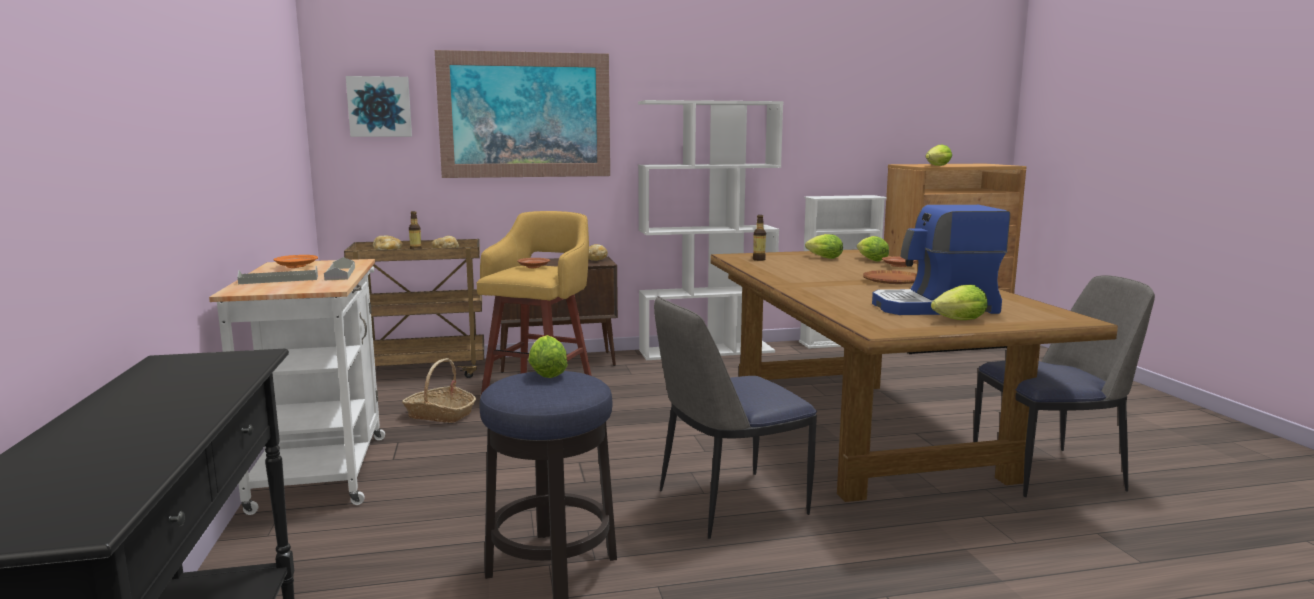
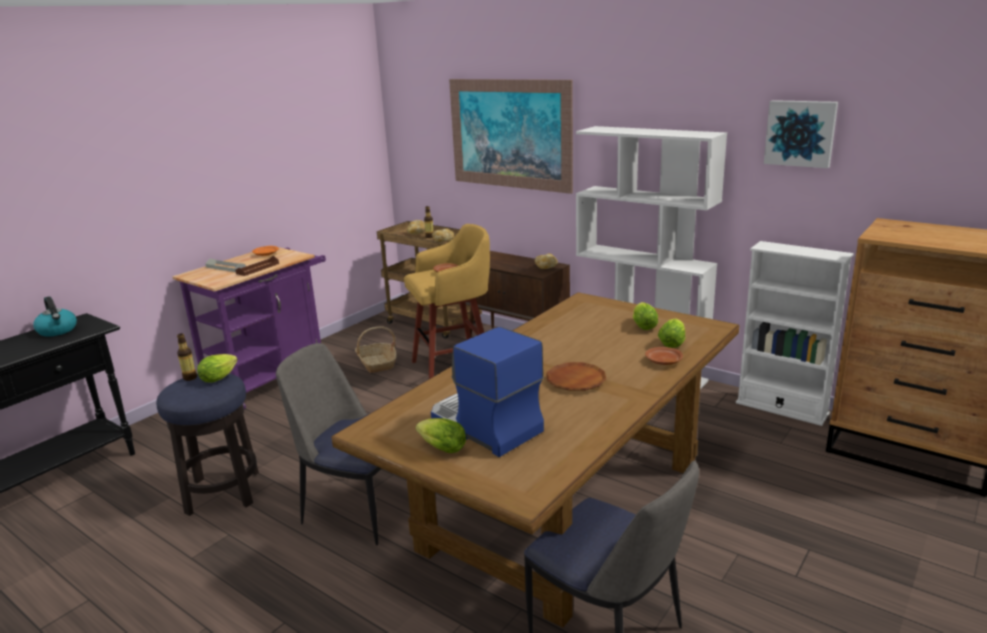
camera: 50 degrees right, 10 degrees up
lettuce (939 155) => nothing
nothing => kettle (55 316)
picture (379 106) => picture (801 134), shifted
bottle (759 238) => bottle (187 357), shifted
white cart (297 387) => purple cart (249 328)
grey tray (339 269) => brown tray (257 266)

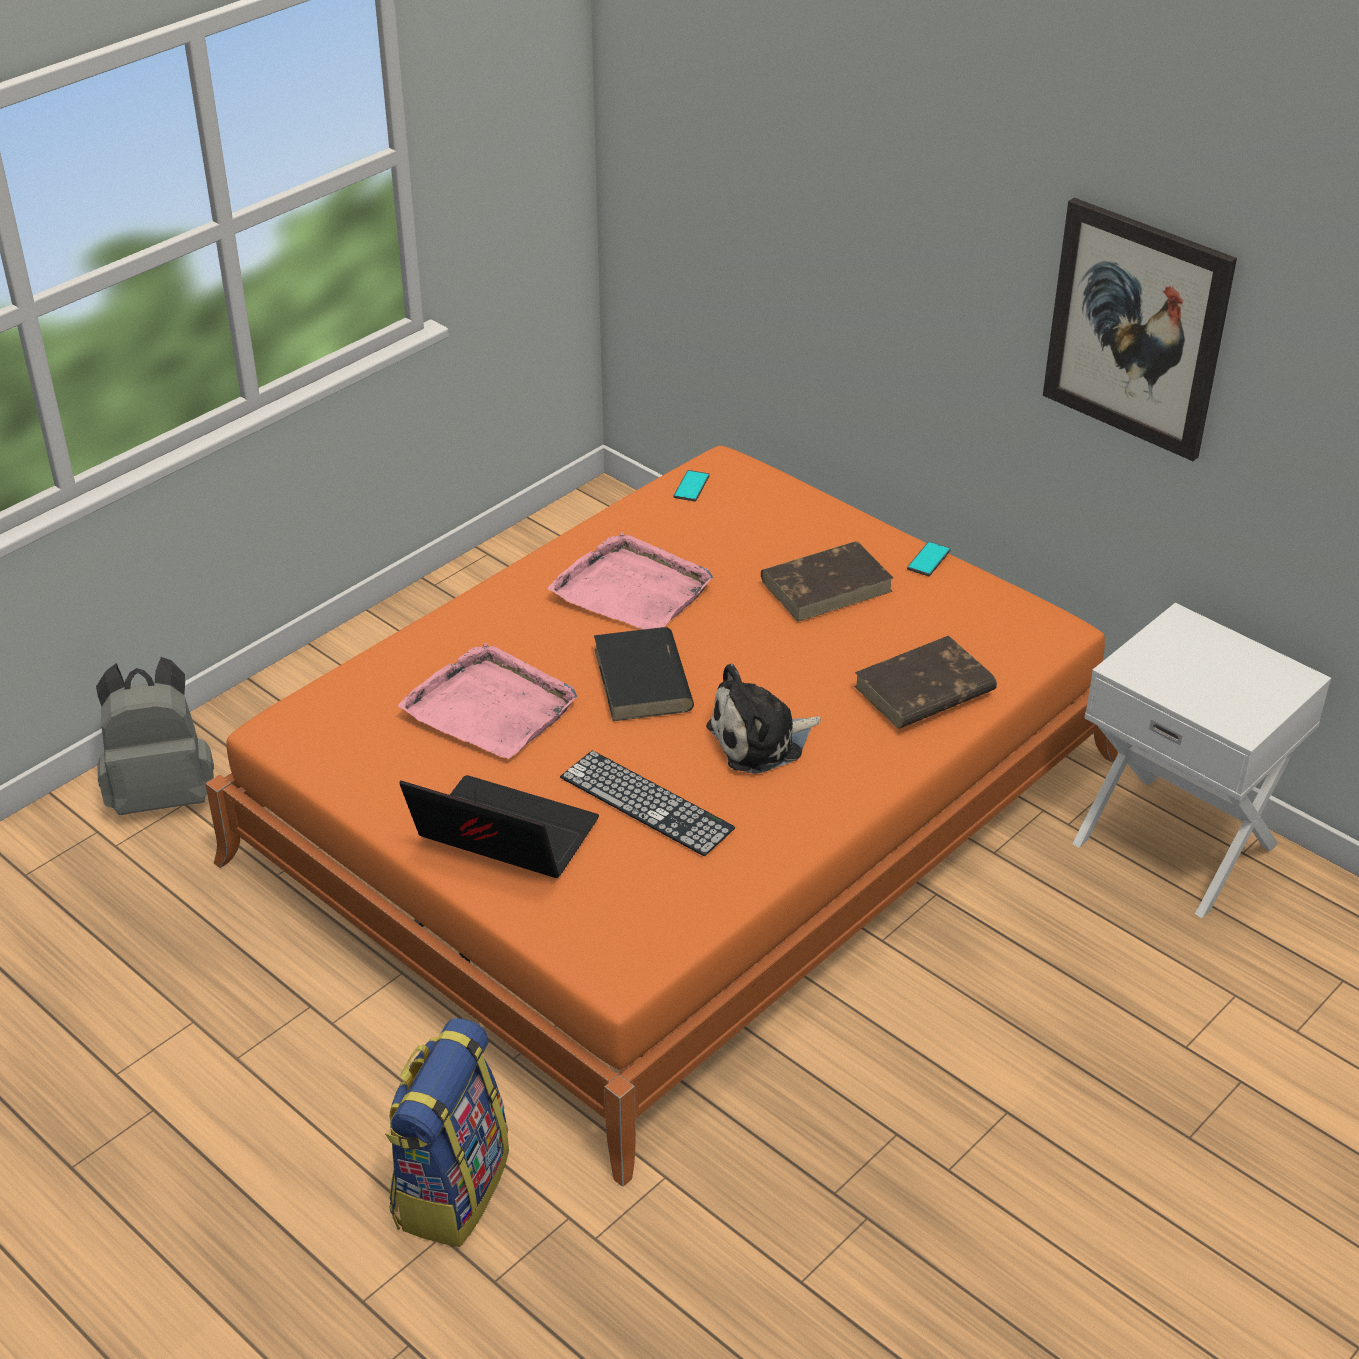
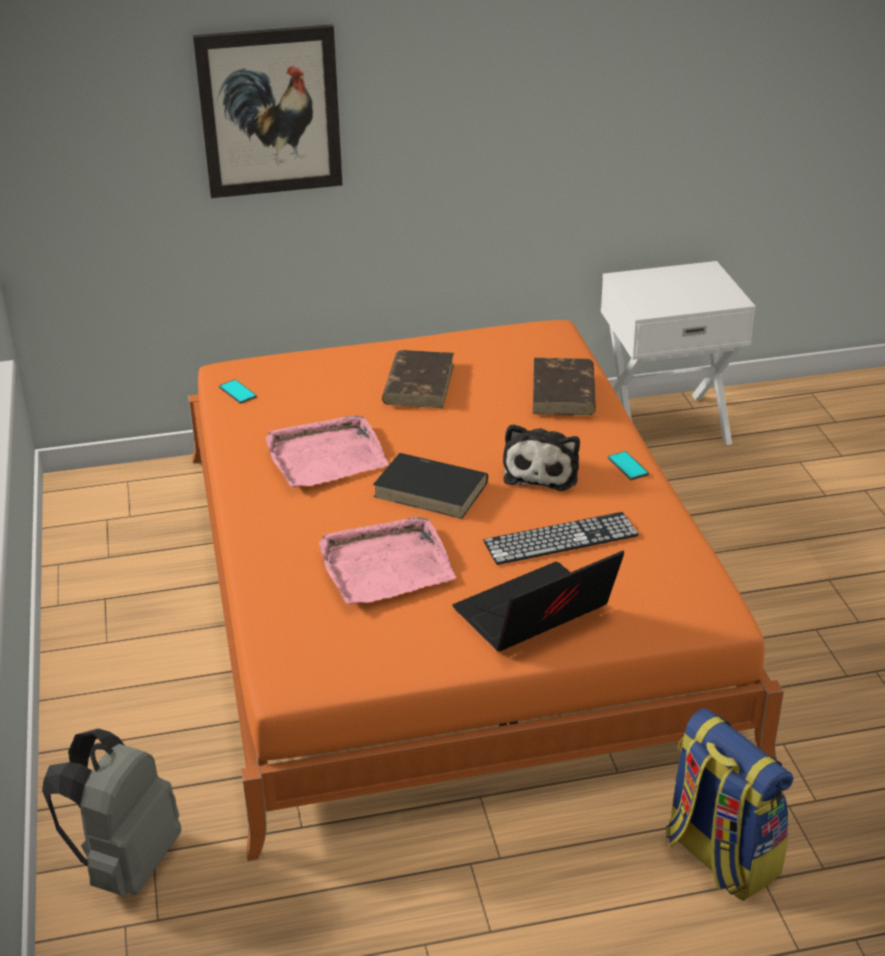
camera: 55 degrees left, 5 degrees down
phone (929 559) => phone (628 465), shifted
picture (1140 329) => picture (267 111), shifted

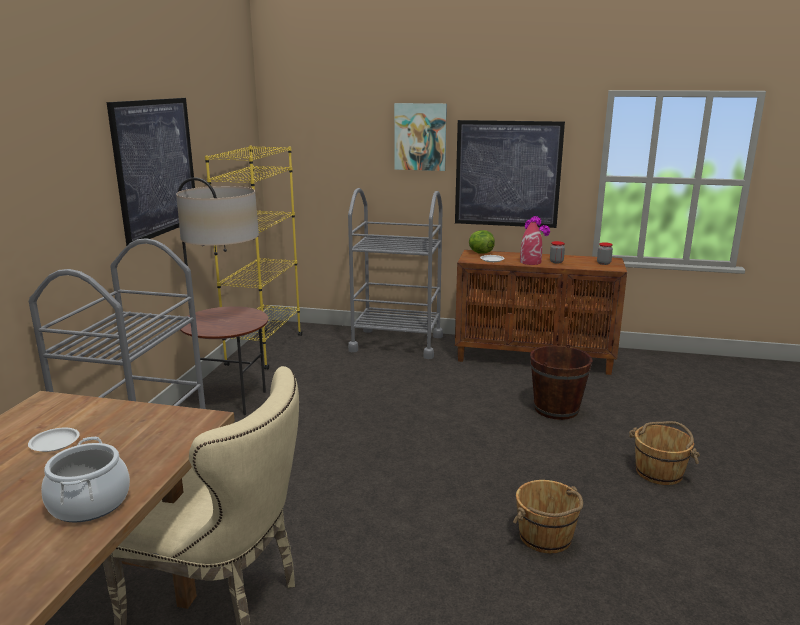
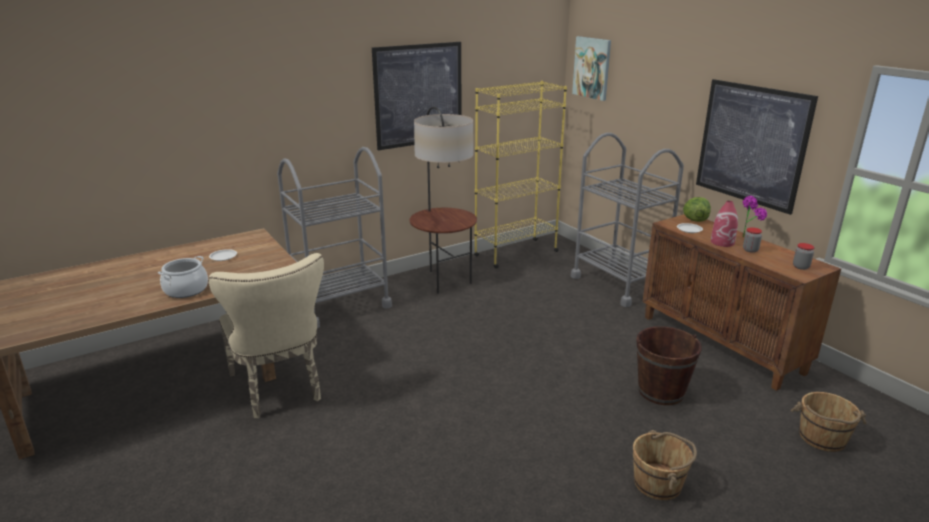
camera: 45 degrees right, 5 degrees up
picture (420 137) => picture (591 68), shifted
brown bucket (548 516) => brown bucket (828 422), shifted

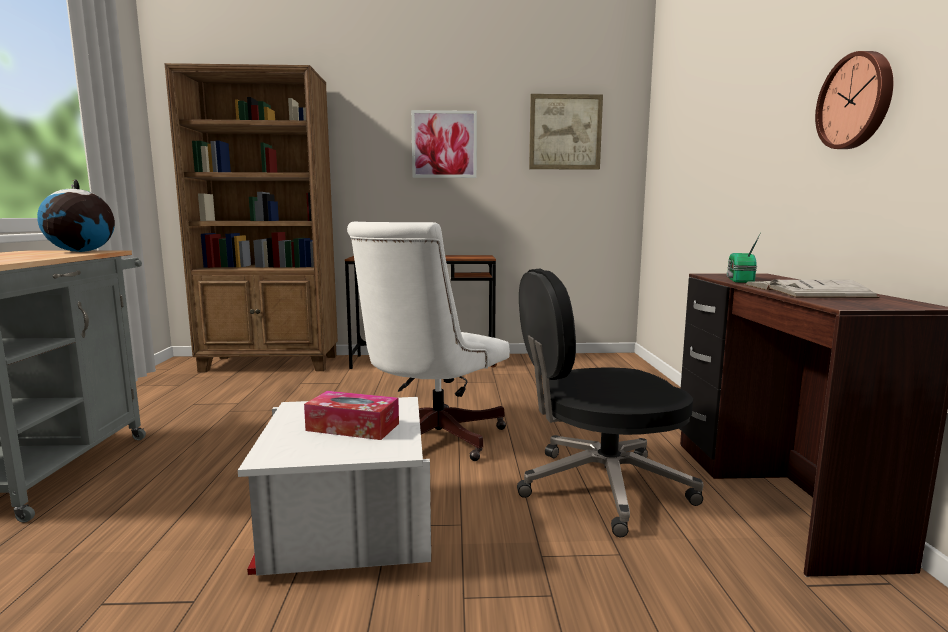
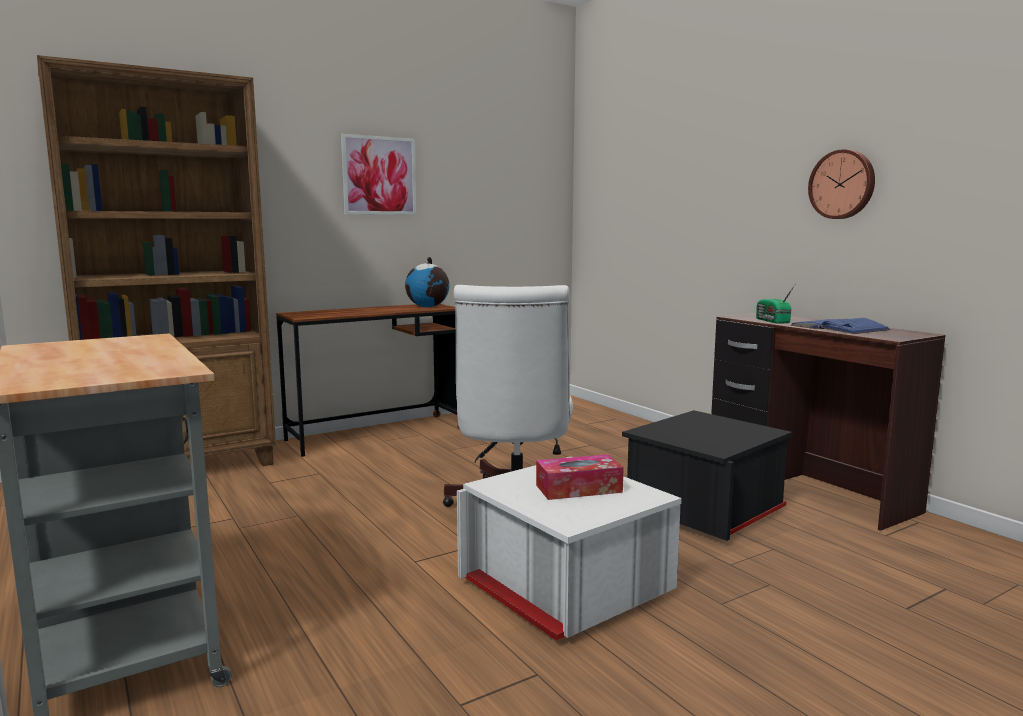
camera: 30 degrees left, 0 degrees up
picture (566 132) => nothing
globe (76 215) => globe (427 282), shifted
black office chair (610 402) => black storage box (707 475)
white book (812 289) => blue book (840 326)

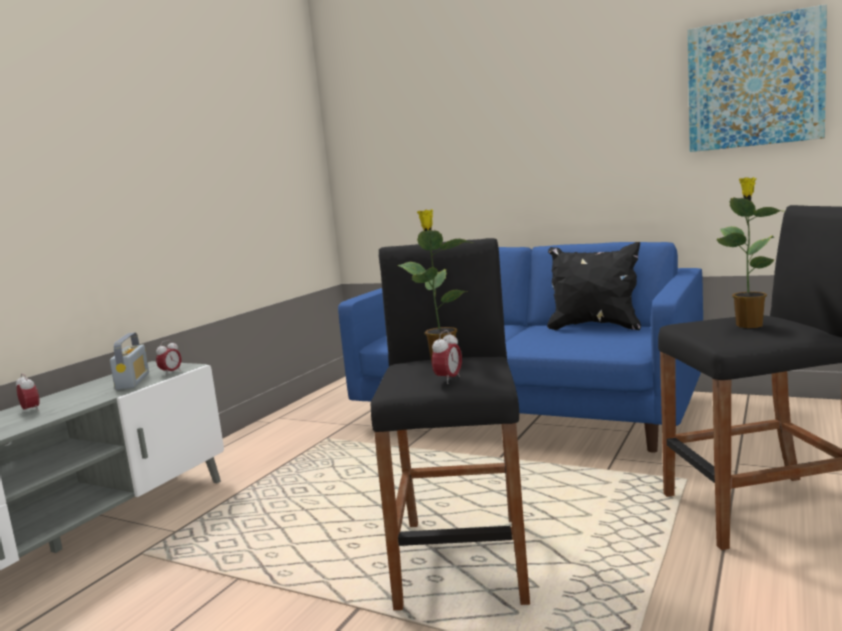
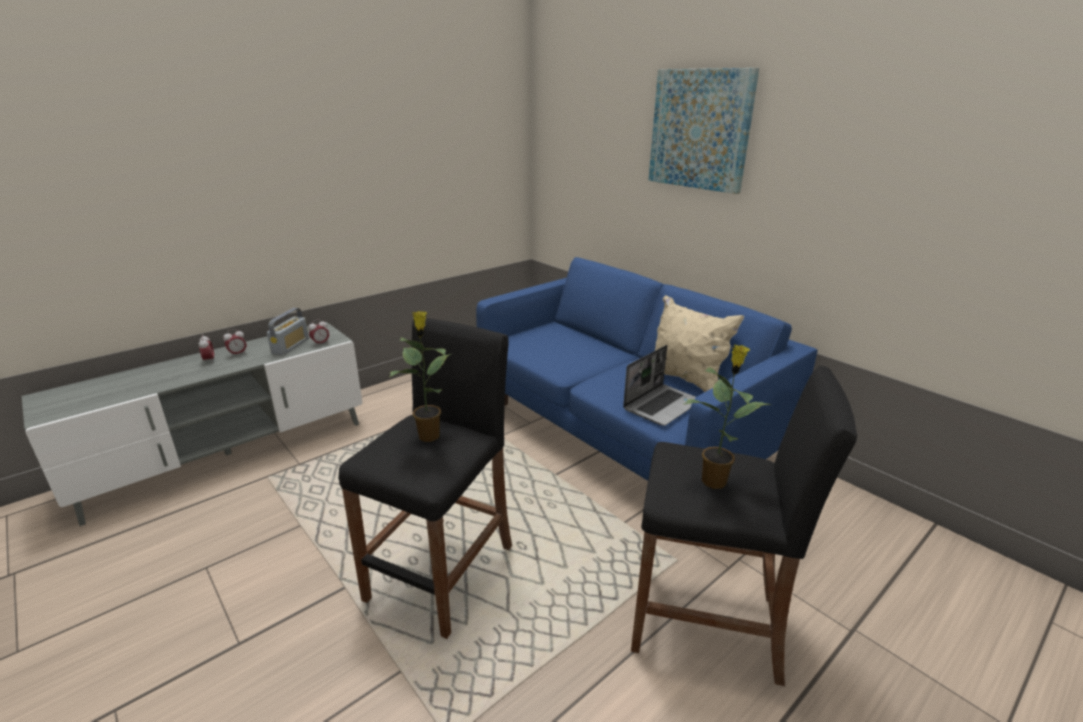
camera: 20 degrees right, 15 degrees up
nothing => laptop (659 385)
alarm clock (447 357) => alarm clock (234 343), shifted
picture (757 78) => picture (703 131), shifted
black pillow (594 286) => beige pillow (699 343)

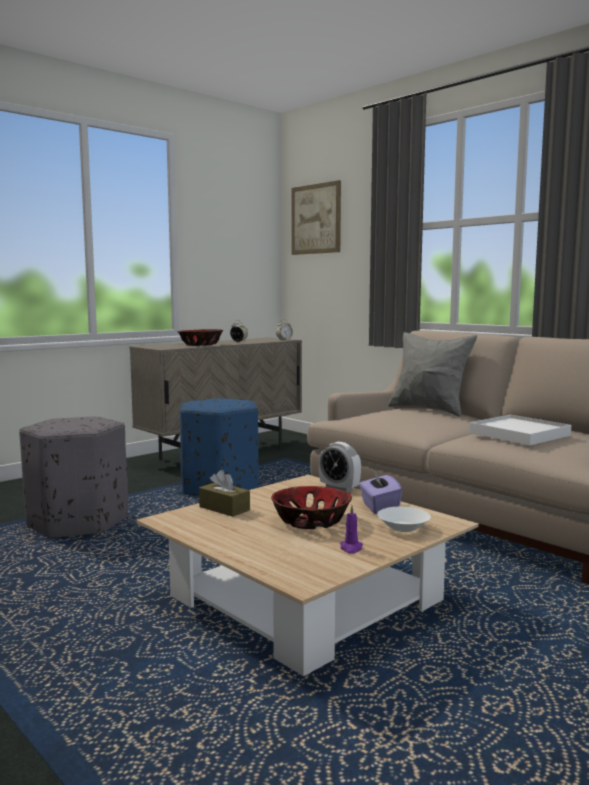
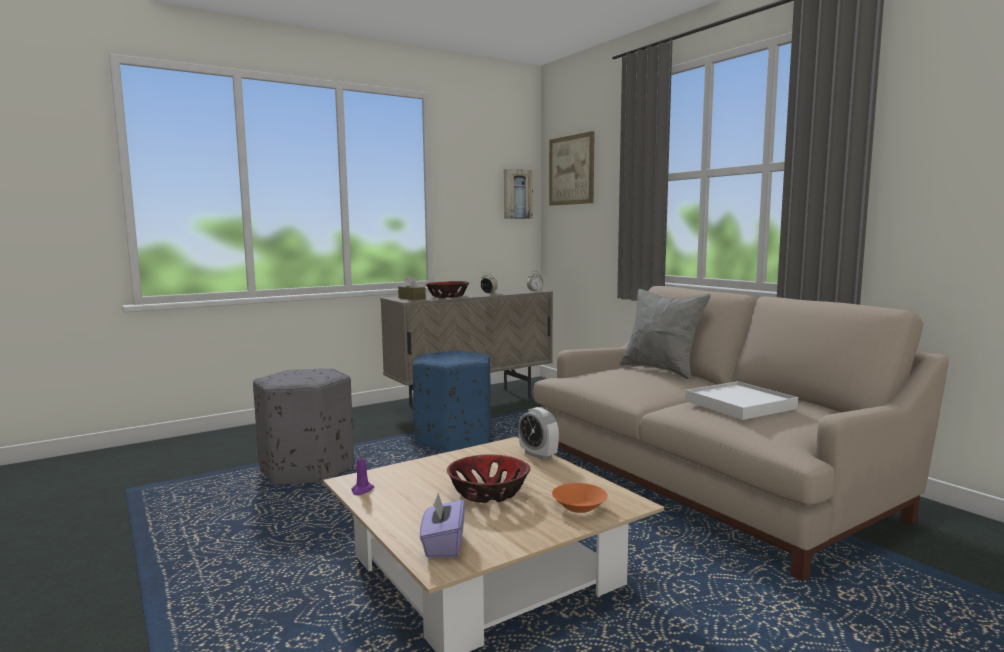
camera: 10 degrees right, 0 degrees up
nothing => picture (518 194)
brown tissue box (224 493) => brown tissue box (412 287), shifted
purple candle (351 529) => purple candle (362 473), shifted
purple tissue box (380 491) => purple tissue box (442 525), shifted
white bowl (404 519) => orange bowl (580 498)

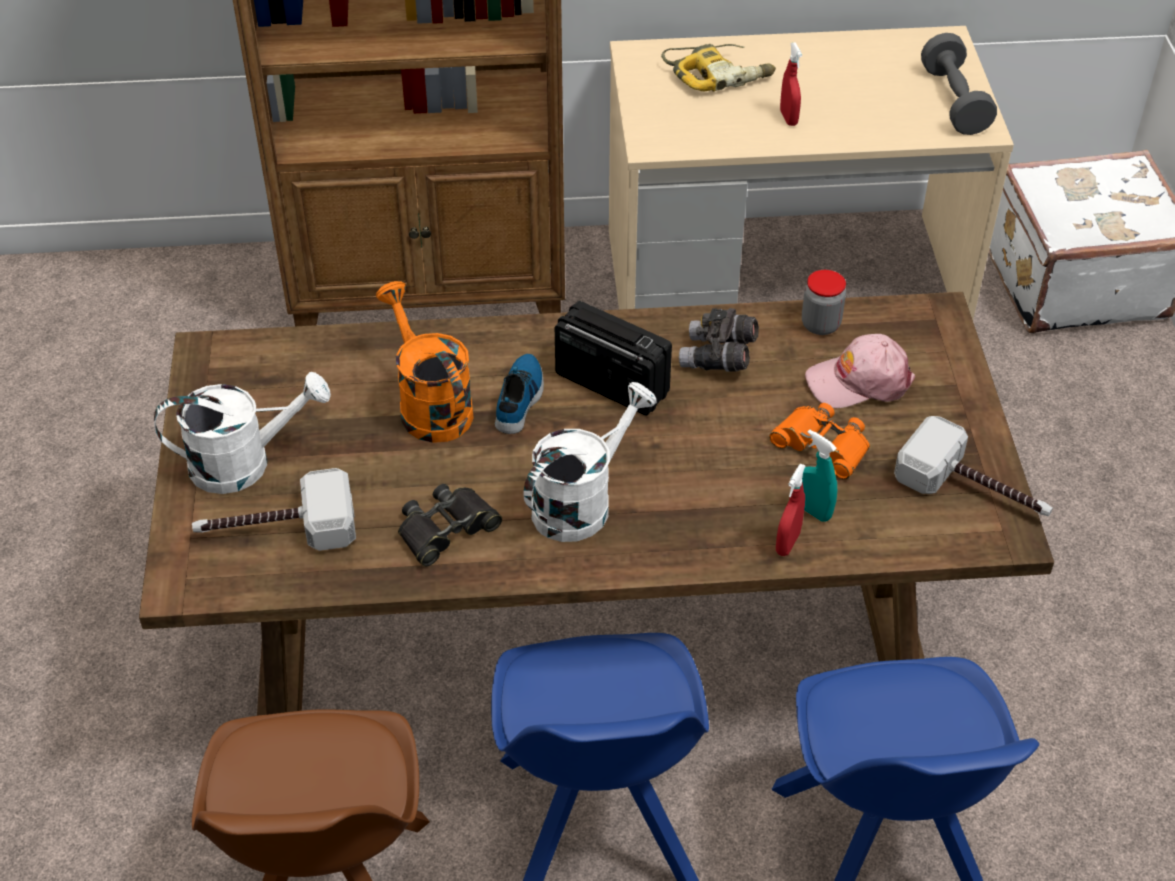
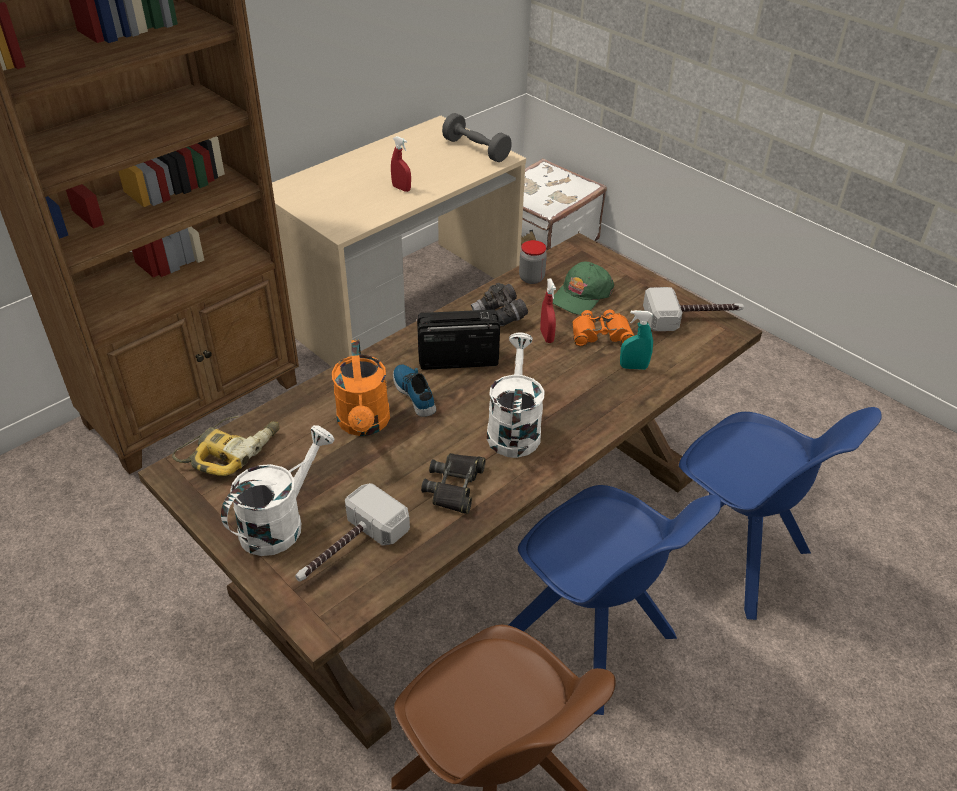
camera: 40 degrees left, 5 degrees down
power drill (718 67) => power drill (225 446), shifted
red spray bottle (791 510) => red spray bottle (548 310), shifted
pink cap (860 371) => green cap (583 288)
orange watering can (425 362) => orange watering can (361 388), 120 degrees counterclockwise

